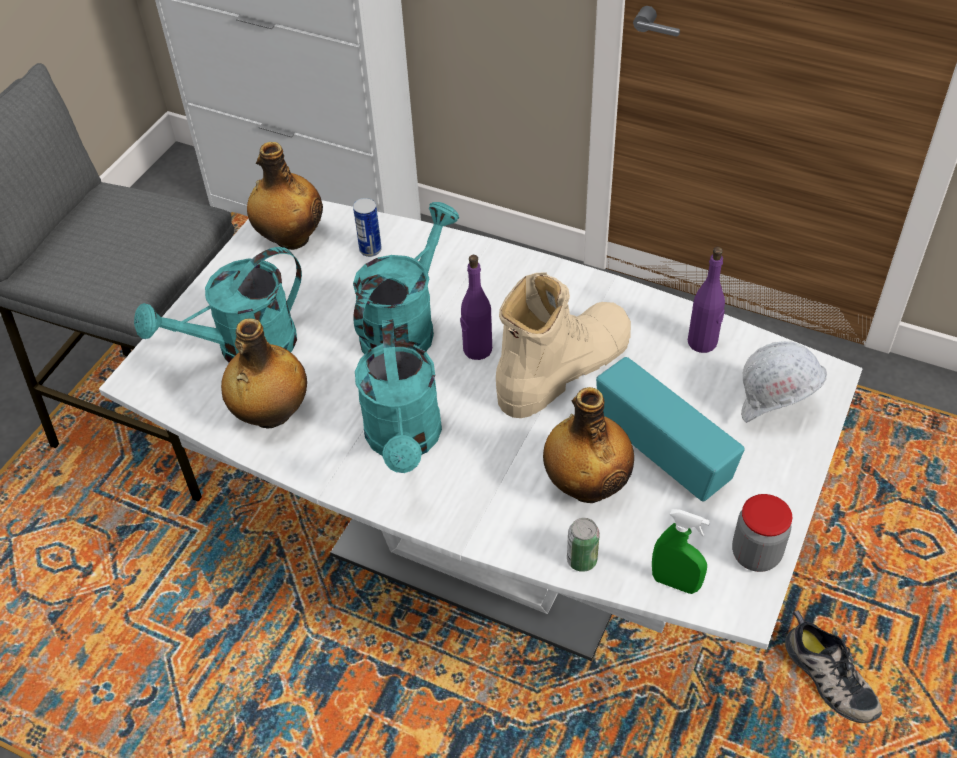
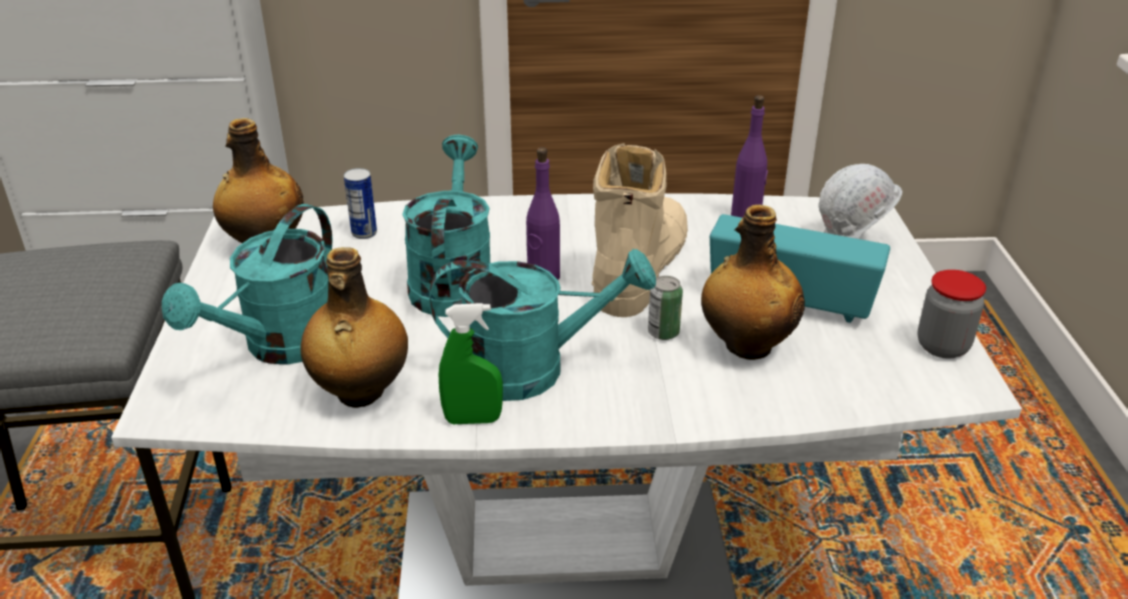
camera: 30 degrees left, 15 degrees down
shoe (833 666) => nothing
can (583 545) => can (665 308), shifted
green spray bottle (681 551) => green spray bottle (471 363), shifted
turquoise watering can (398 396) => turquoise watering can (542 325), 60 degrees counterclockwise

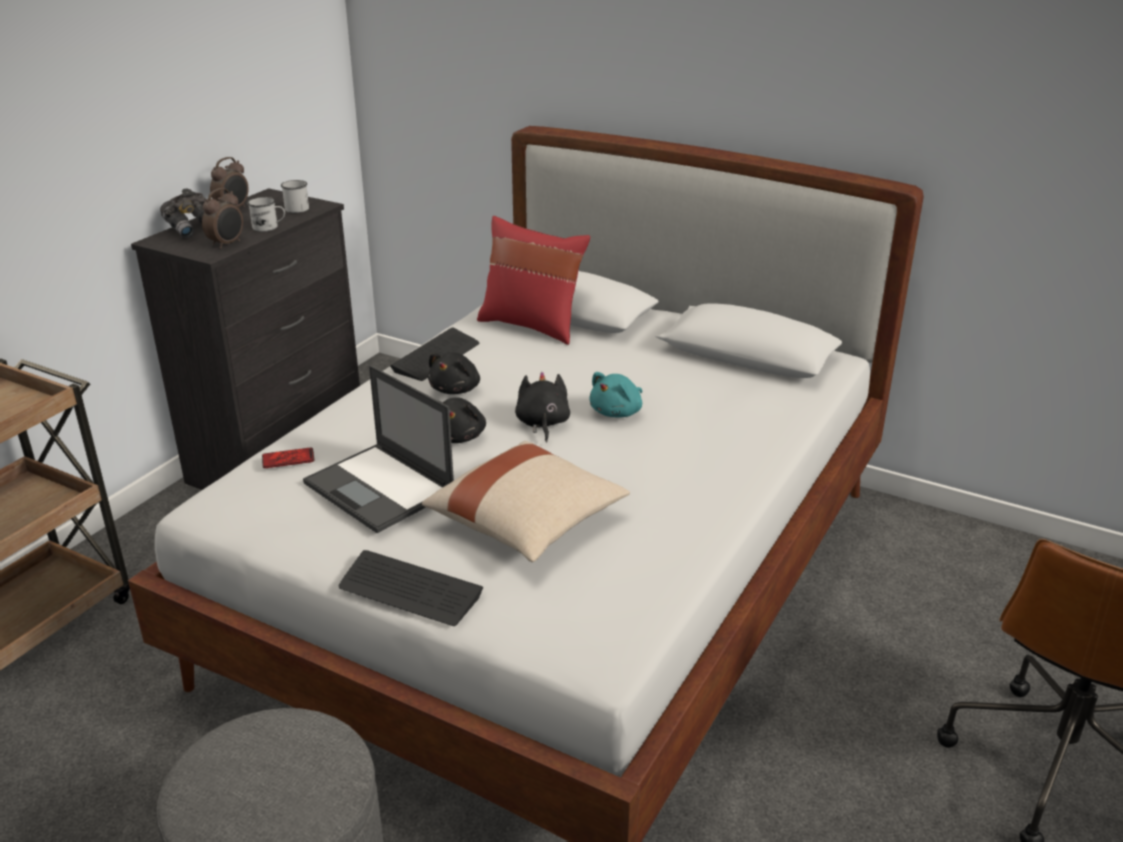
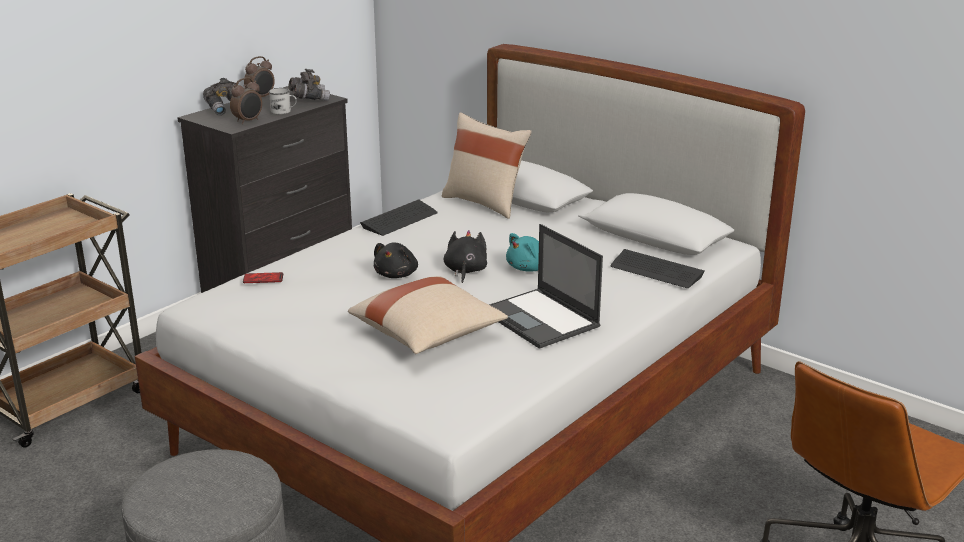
camera: 10 degrees right, 5 degrees down
black plush toy (454 373) => nothing
laptop (378 449) => laptop (546 286), shifted
keyboard (411 588) => keyboard (658 268), shifted
white mug (295 196) => grey binoculars (309 85)
red pillow (533 280) => beige pillow (486 165)

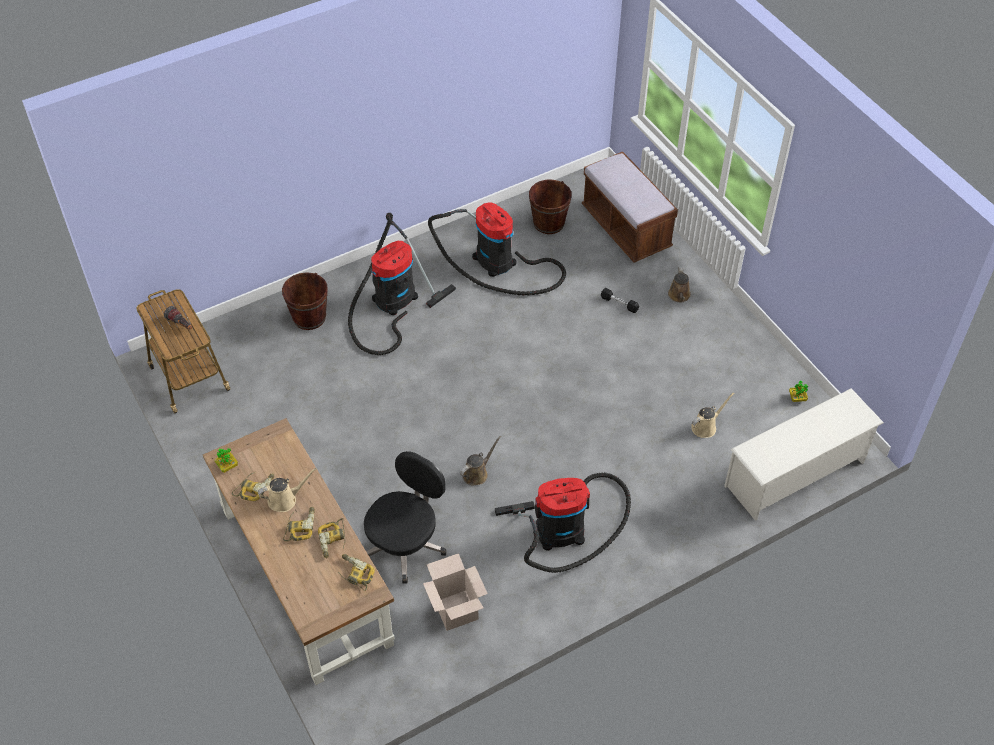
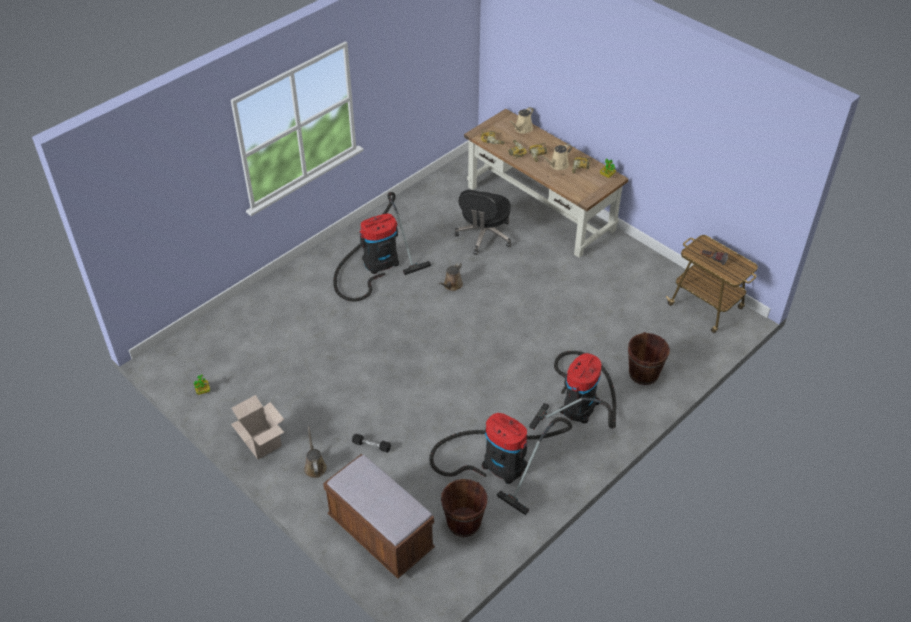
camera: 165 degrees right, 5 degrees down
white shoe rack (804 454) => nothing
cardboard box (455 592) => cardboard box (257 427), shifted
beige watering can (713 415) => beige watering can (521 120), shifted

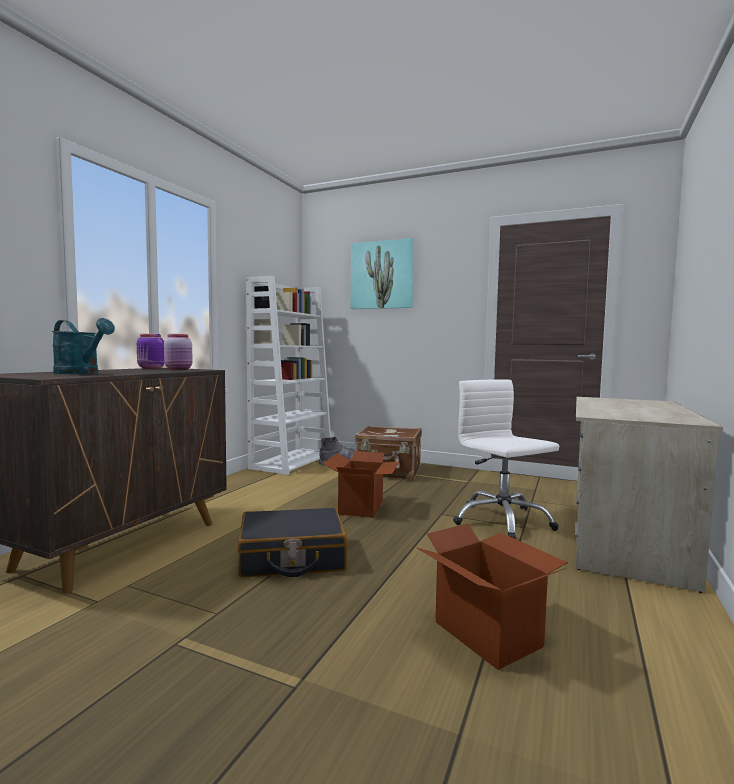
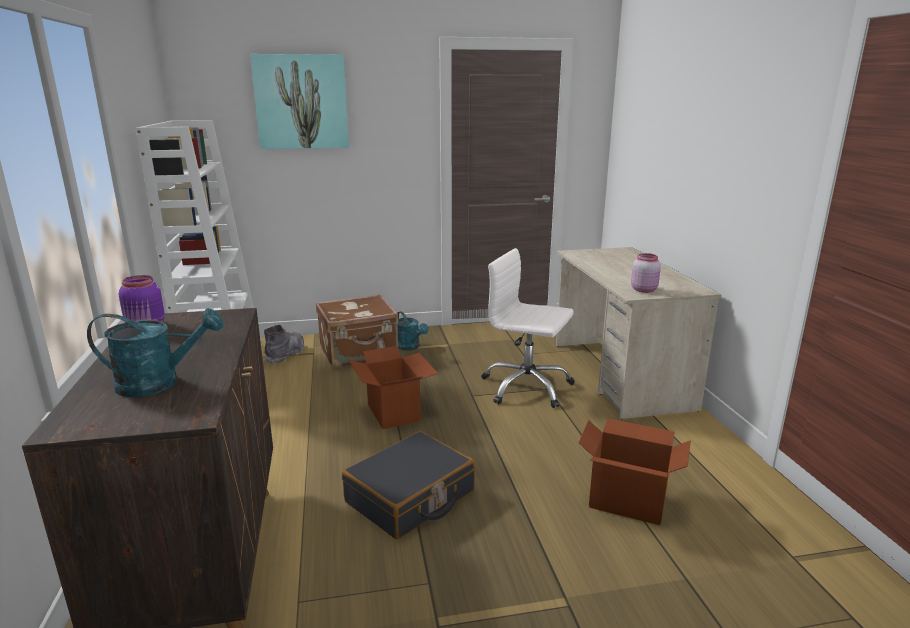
camera: 35 degrees left, 15 degrees up
nothing => turquoise watering can (413 331)
pink jar (178 352) => pink jar (646 273), shifted

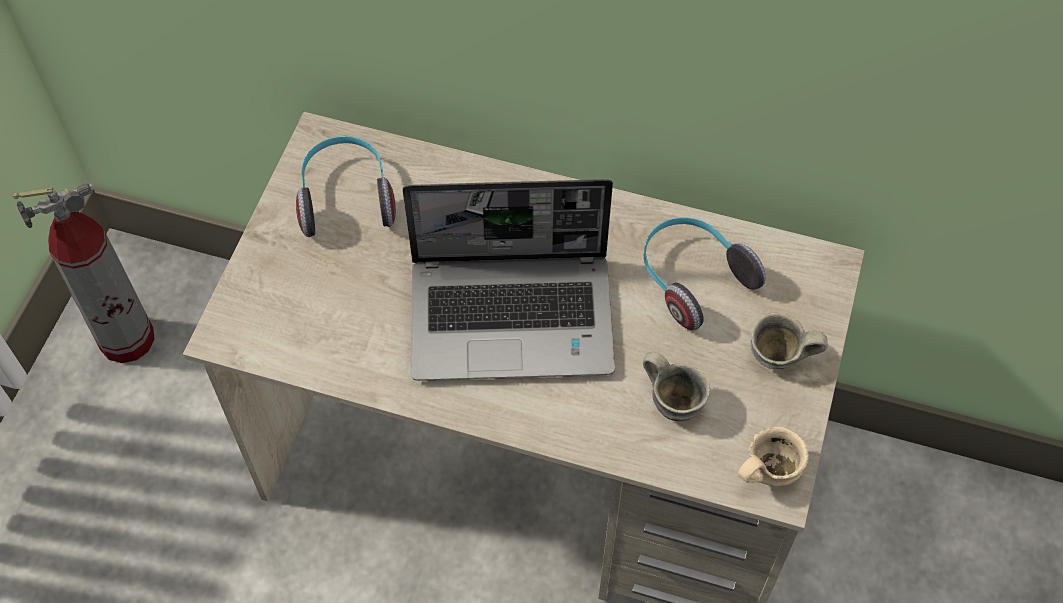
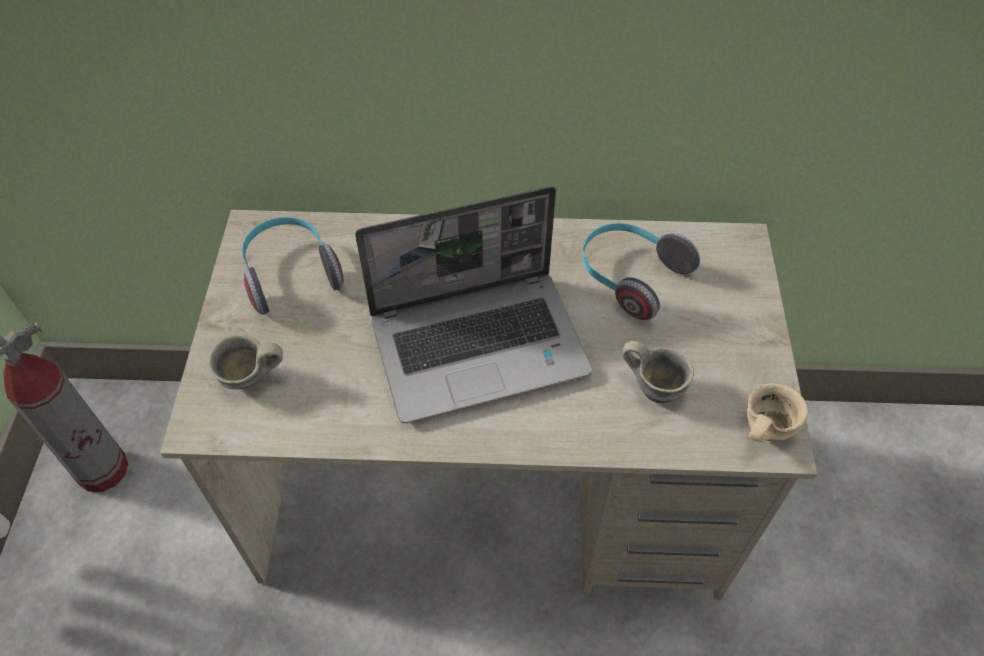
camera: 15 degrees left, 5 degrees down
grey mug (789 341) => grey mug (246 362), shifted

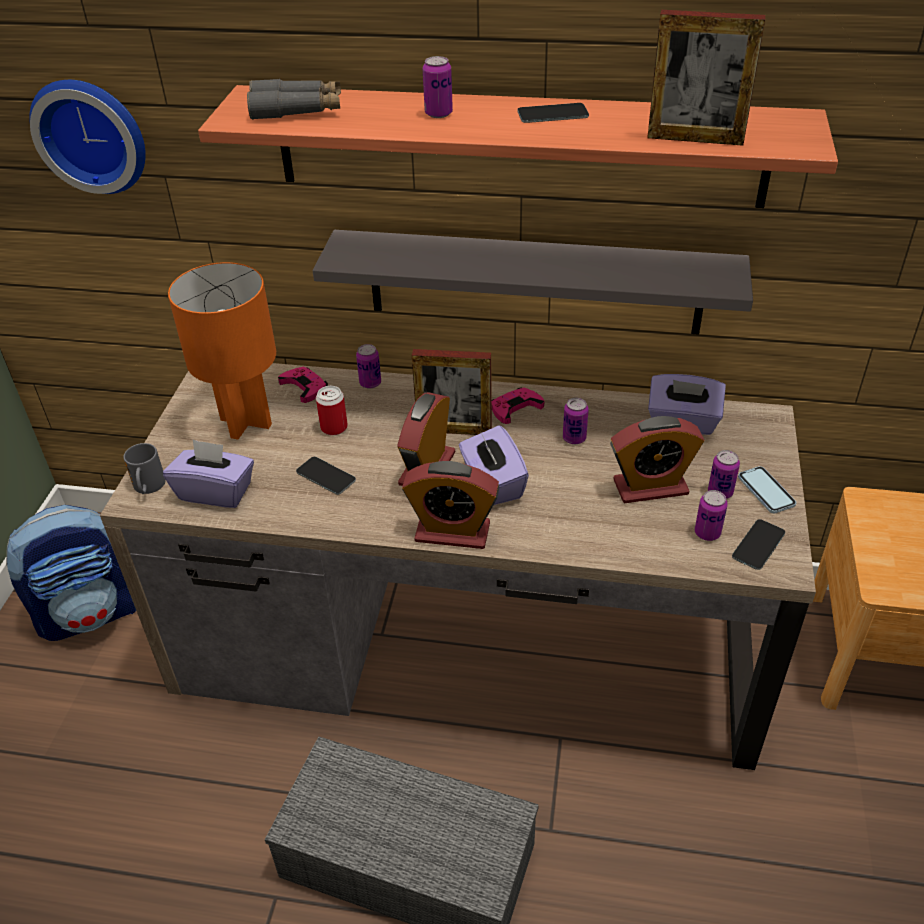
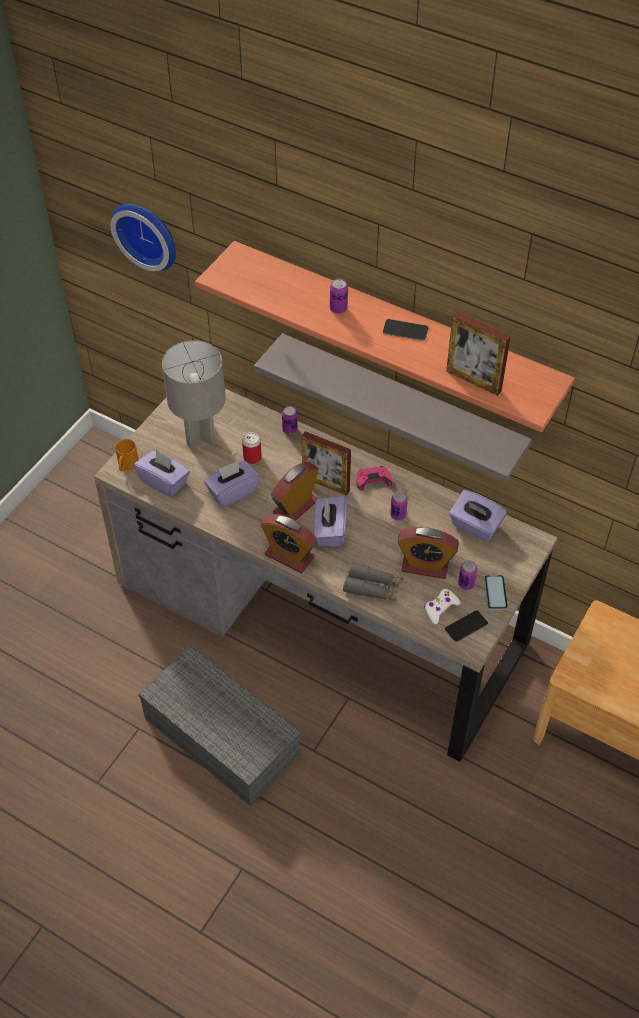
camera: 20 degrees right, 10 degrees up
backpack (71 573) => nothing
pink game controller (303 385) => nothing
grey binoculars (294 99) => grey binoculars (373 581), shifted
phone (326 476) => purple tissue box (232 484)
can (711 515) => white game controller (442 606)
grey mug (145 468) => orange mug (126 455)
orange table lamp (222 351) => grey table lamp (194 393)

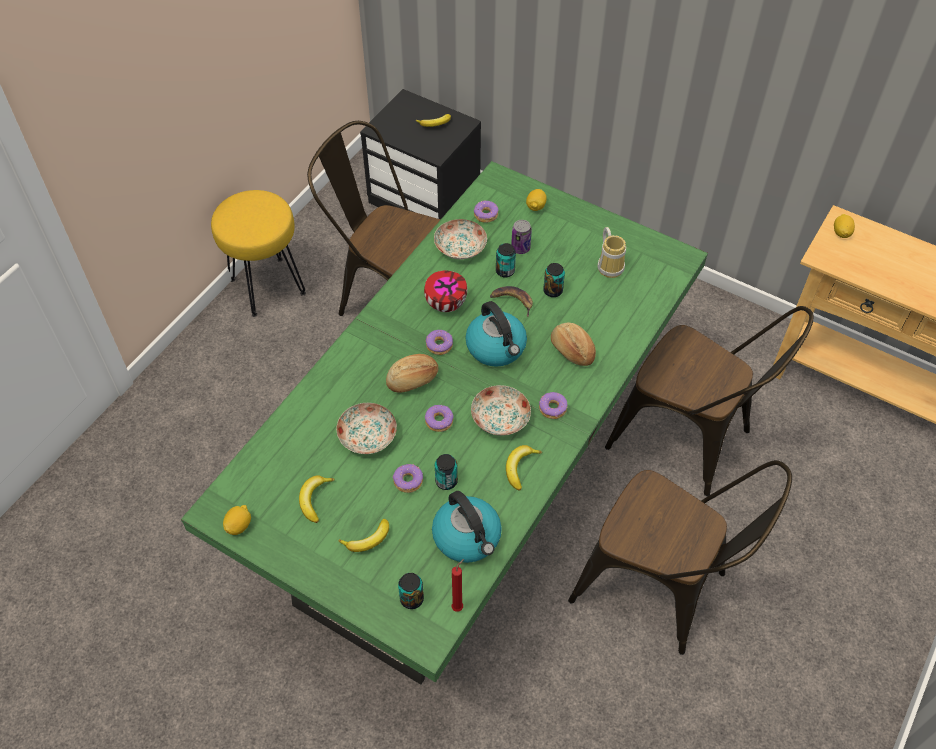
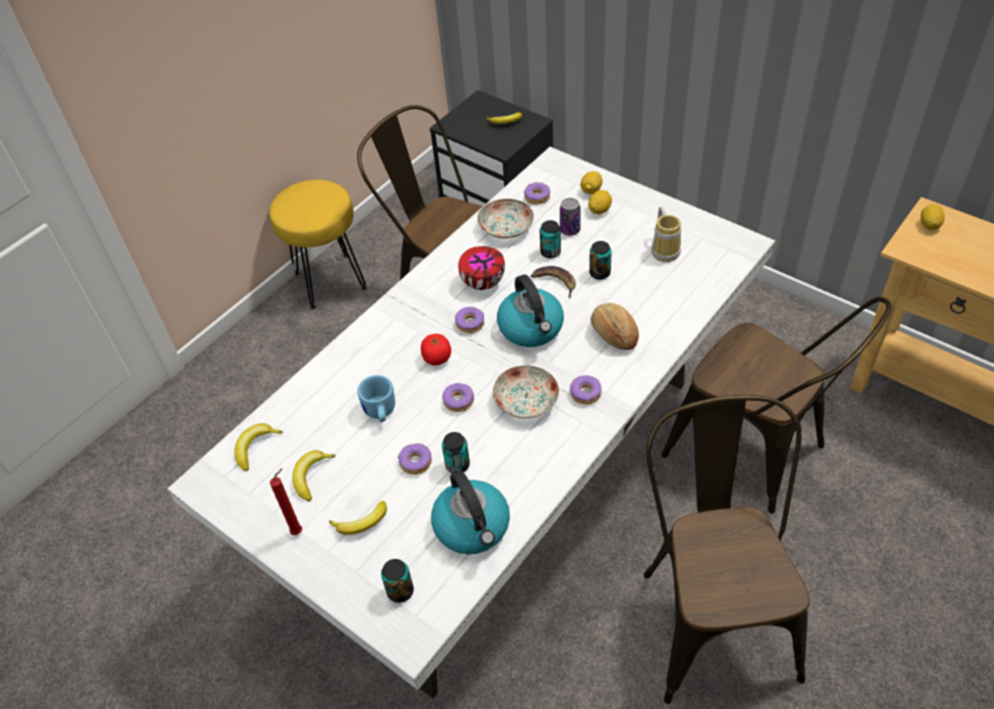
camera: 10 degrees right, 5 degrees down
lemon (237 520) => lemon (600 202), shifted
red candle (458 585) => red candle (286 501), shifted
banana (524 468) => banana (259 447), shifted
plate (366 428) => blue mug (376 398)
bread (412 373) => tomato (436 349)
green dining table (444 423) => white dining table (471 422)
brown chair (680 557) => brown chair (727 549), 135 degrees counterclockwise

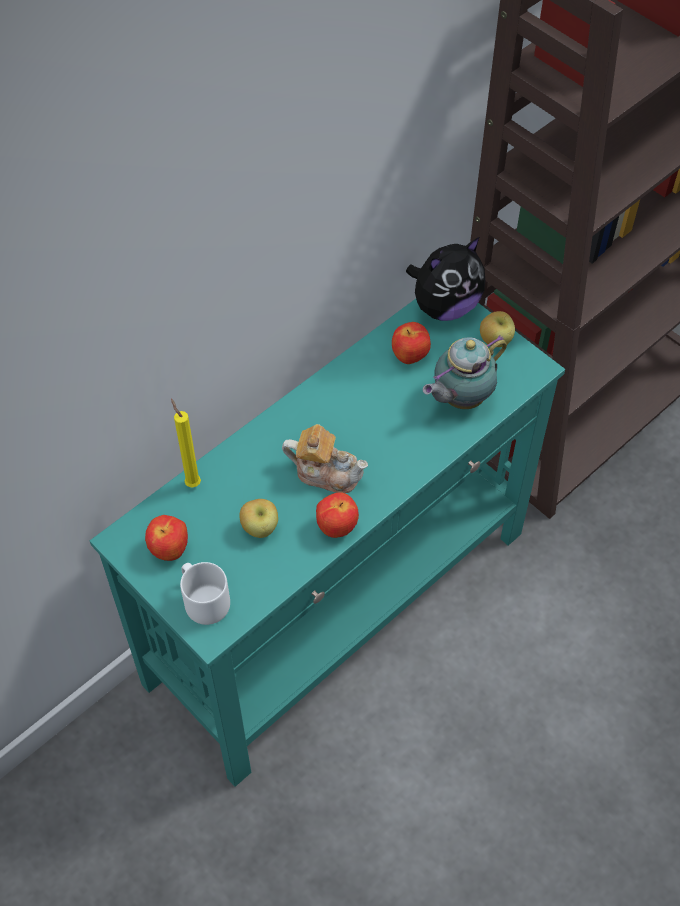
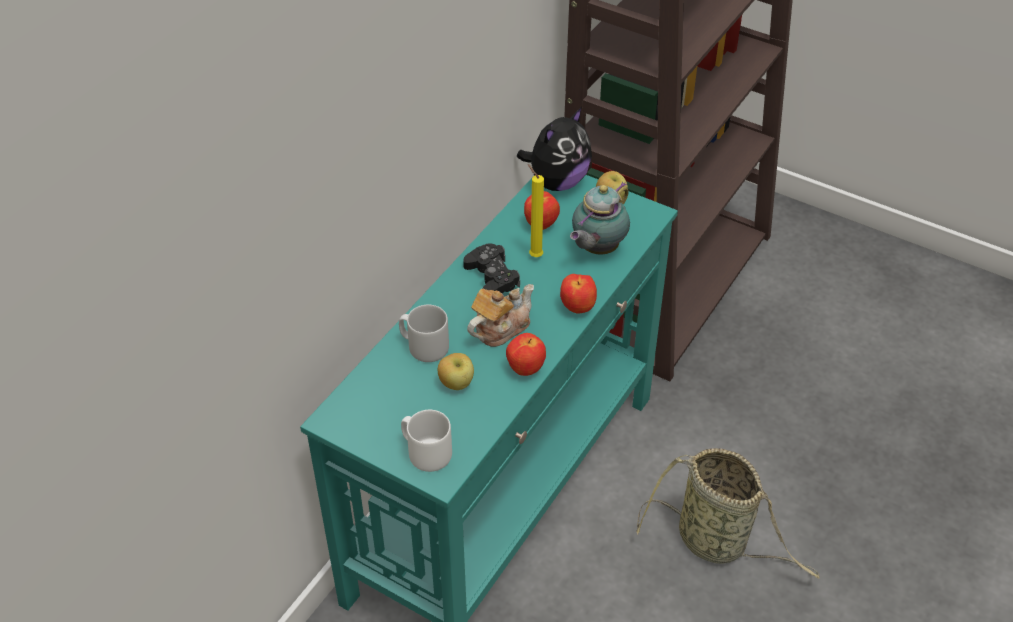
camera: 15 degrees left, 10 degrees down
nothing => grey mug (424 333)
nothing => black game controller (491 268)
nothing => basket (728 513)
apple (166 538) => apple (578 293), shifted
yellow candle (186 443) => yellow candle (536 210), shifted
teapot (325 458) => teapot (500 315), 45 degrees counterclockwise

